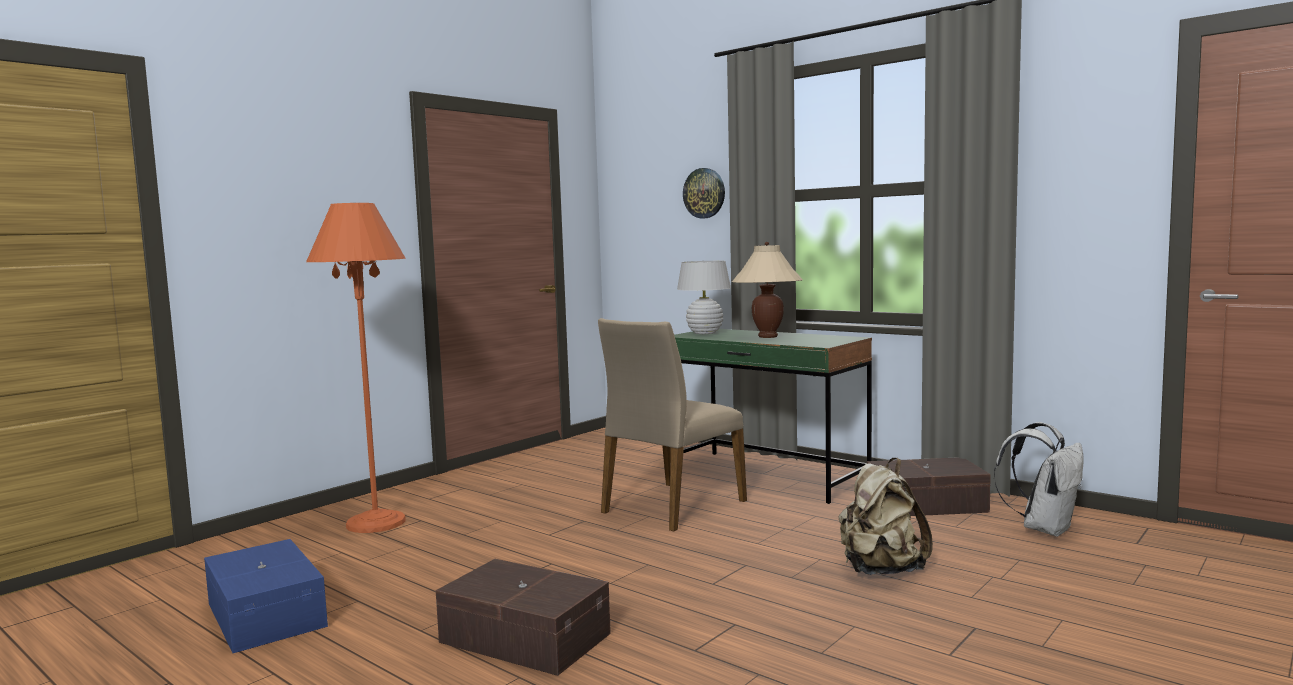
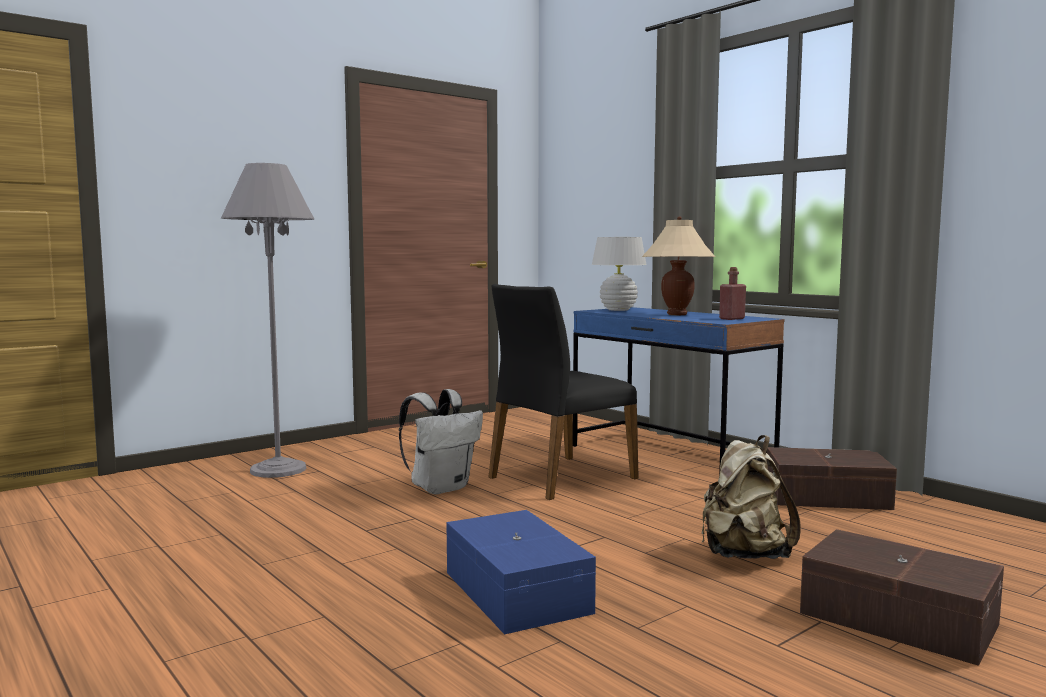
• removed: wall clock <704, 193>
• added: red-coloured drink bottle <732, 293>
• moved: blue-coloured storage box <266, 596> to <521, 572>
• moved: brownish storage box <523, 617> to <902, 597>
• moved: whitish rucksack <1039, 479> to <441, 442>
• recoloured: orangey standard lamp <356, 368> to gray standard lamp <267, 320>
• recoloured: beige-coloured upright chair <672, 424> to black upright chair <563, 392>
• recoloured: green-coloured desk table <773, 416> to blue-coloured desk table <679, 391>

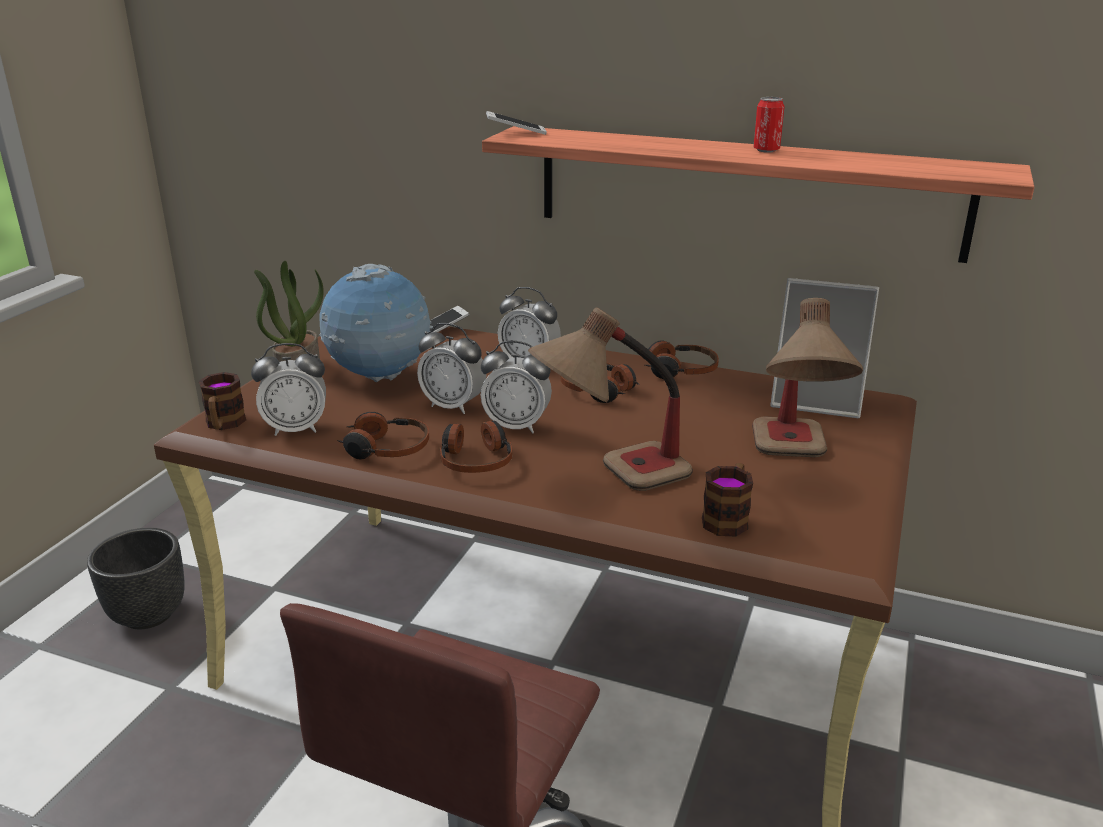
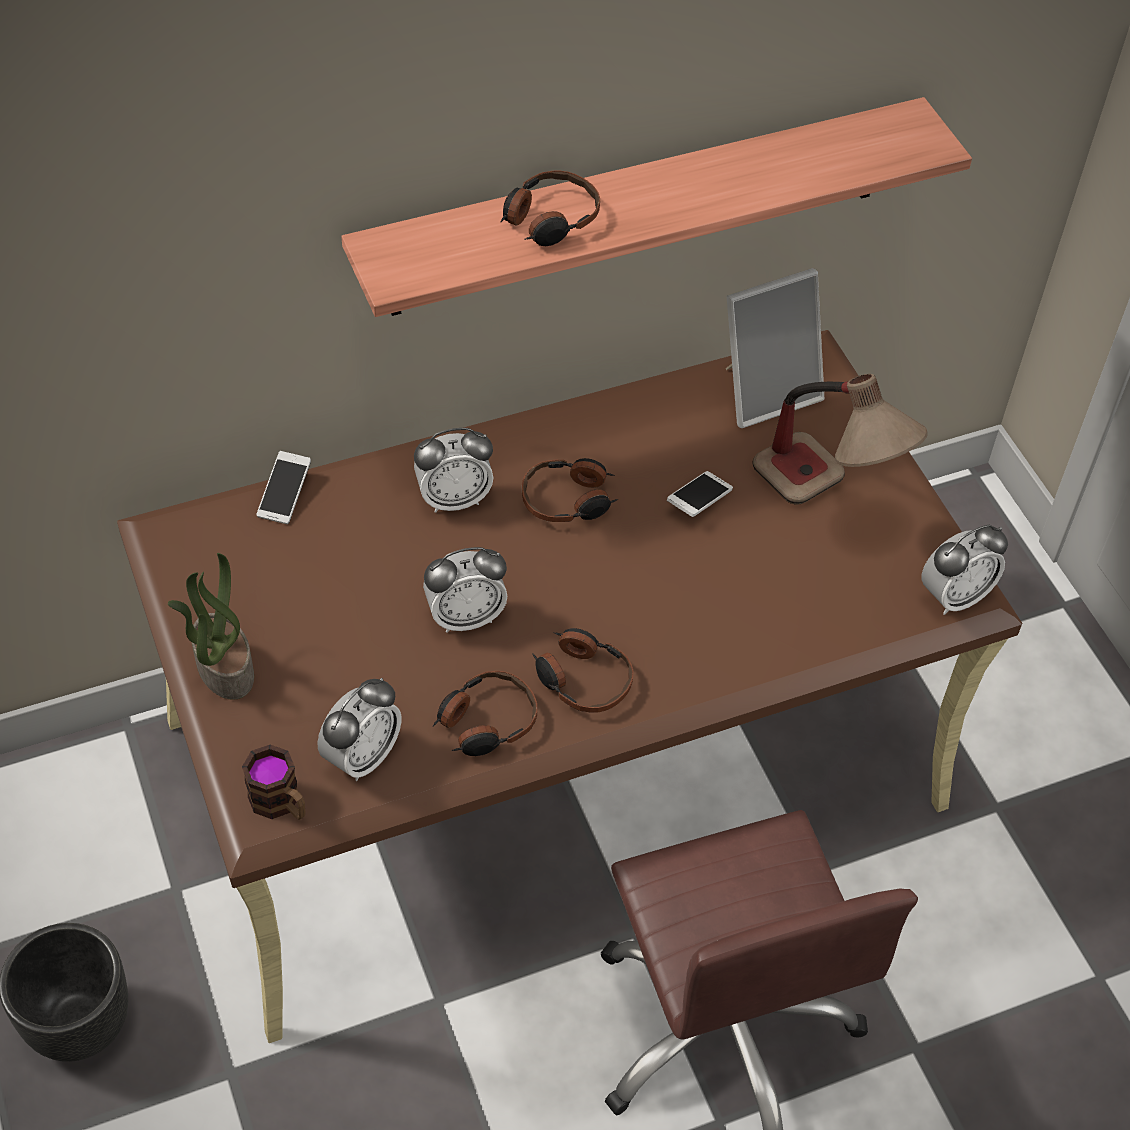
• removed: world globe <376, 323>
• removed: tabletop lamp <610, 399>
• removed: mug <727, 500>
• removed: sealed can <769, 125>
• moved: table clock <516, 387> to <964, 570>
• moved: handset <516, 123> to <700, 494>
• moved: pair of headphones <682, 360> to <550, 208>

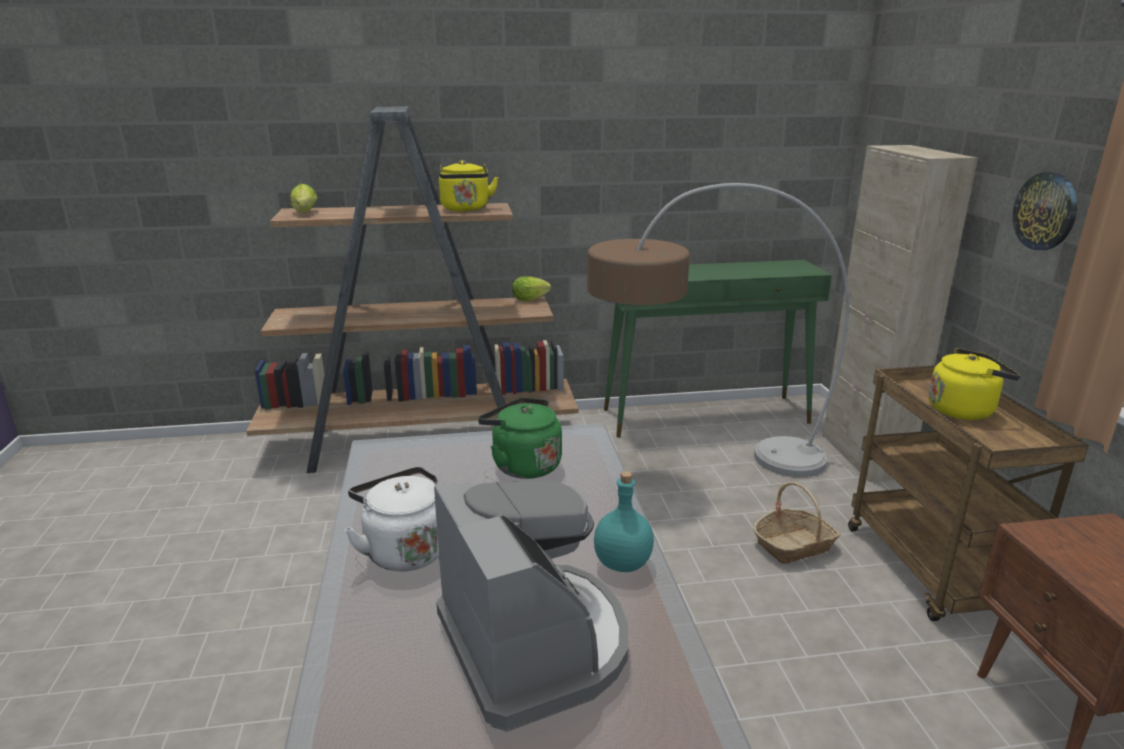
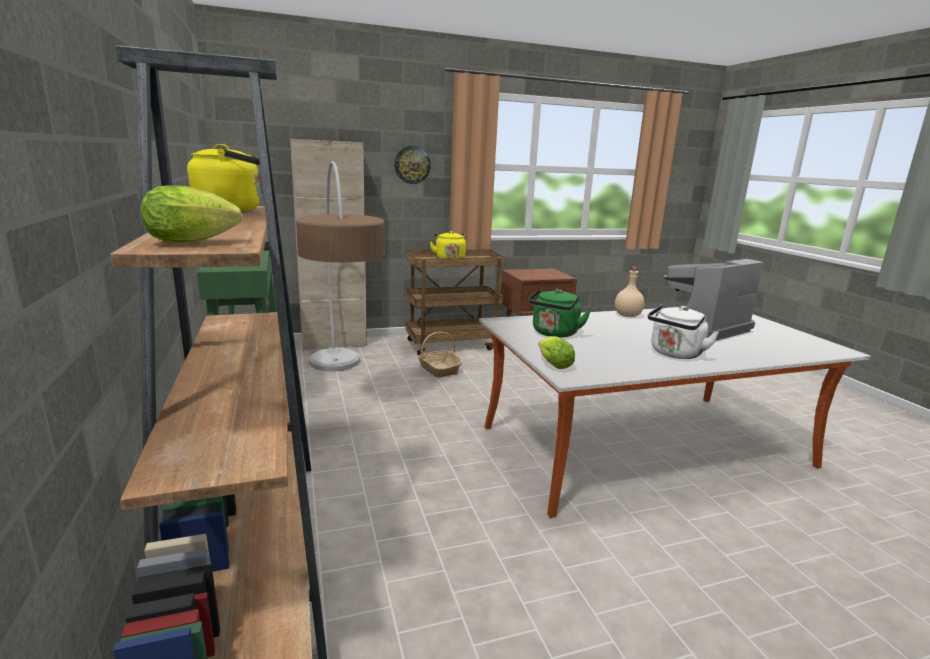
• moved: head of lettuce <531, 288> to <556, 352>
• recoloured: blue-green drink bottle <624, 521> to beige-coloured drink bottle <630, 292>

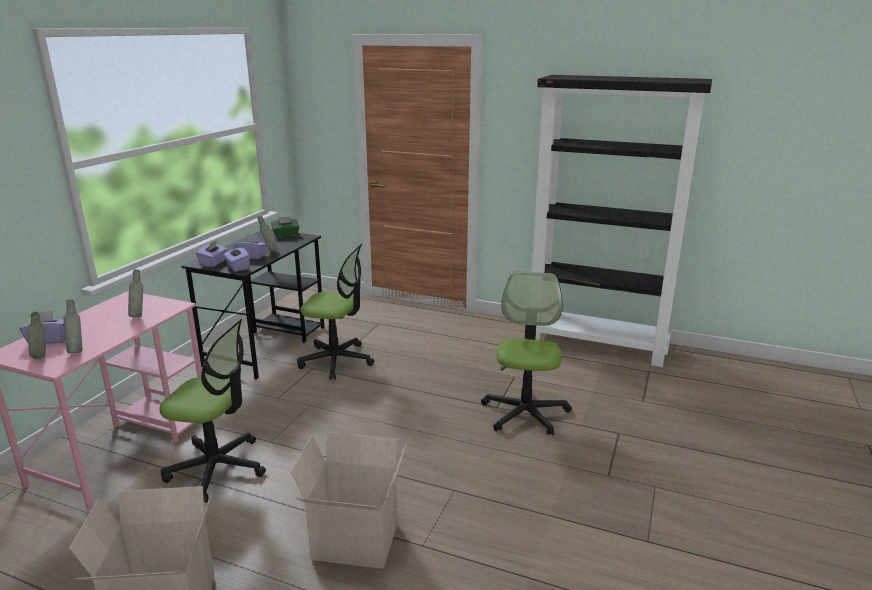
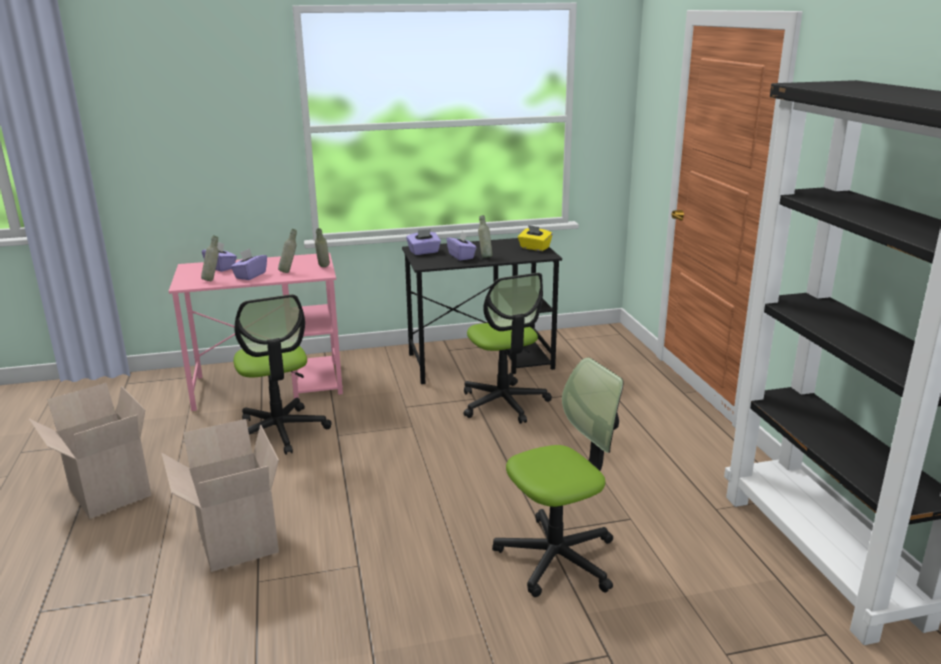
• moved: gray drink bottle <36, 335> to <322, 247>
• moved: purple tissue holder <237, 258> to <249, 264>
• recoloured: green-coloured tissue holder <285, 227> to yellow tissue holder <535, 238>

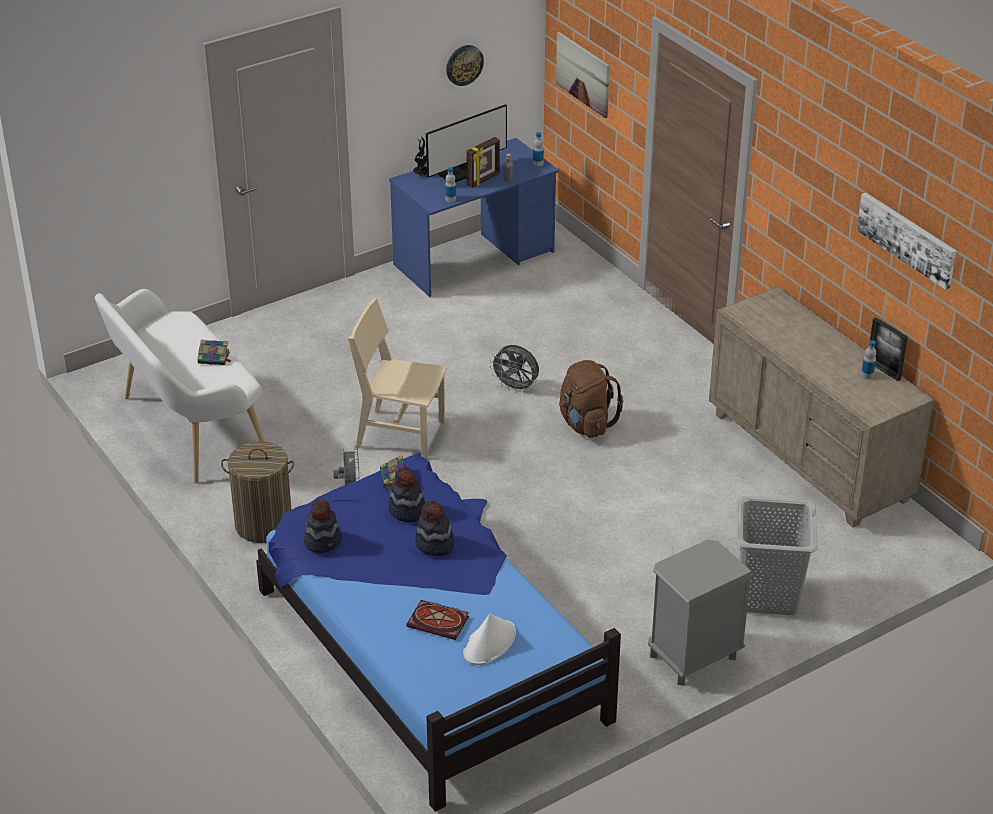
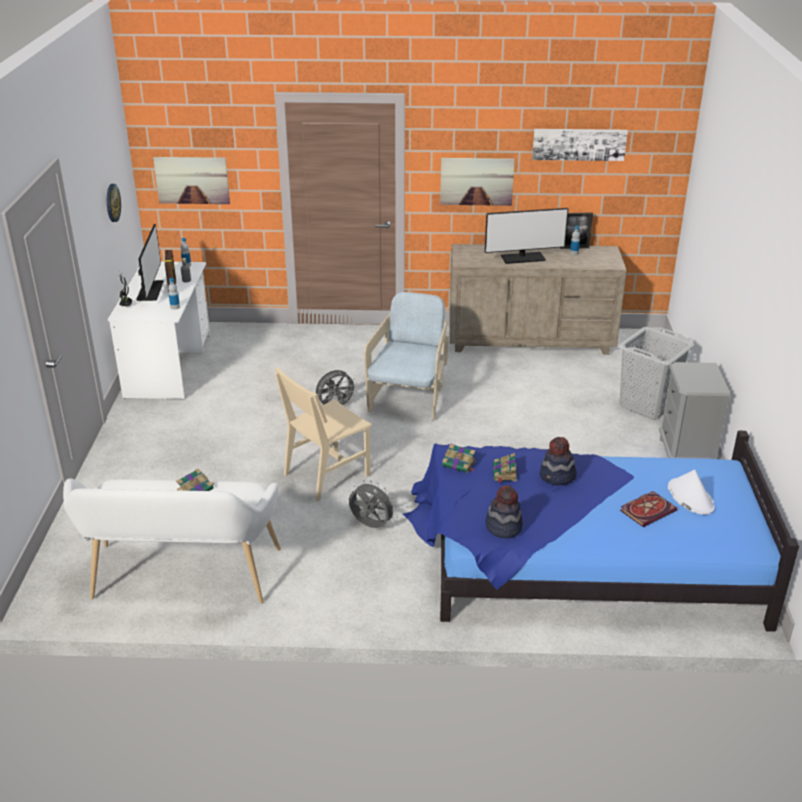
• removed: hamper <257, 492>
• added: wall picture <477, 182>
• added: computer screen <527, 236>
• replaced: wearable hat <406, 494> to volume <505, 468>
• replaced: brownish rucksack <591, 399> to beige-coloured easy chair <406, 356>
• recoloured: blue-coloured desk table <474, 217> to whitish desk table <158, 330>

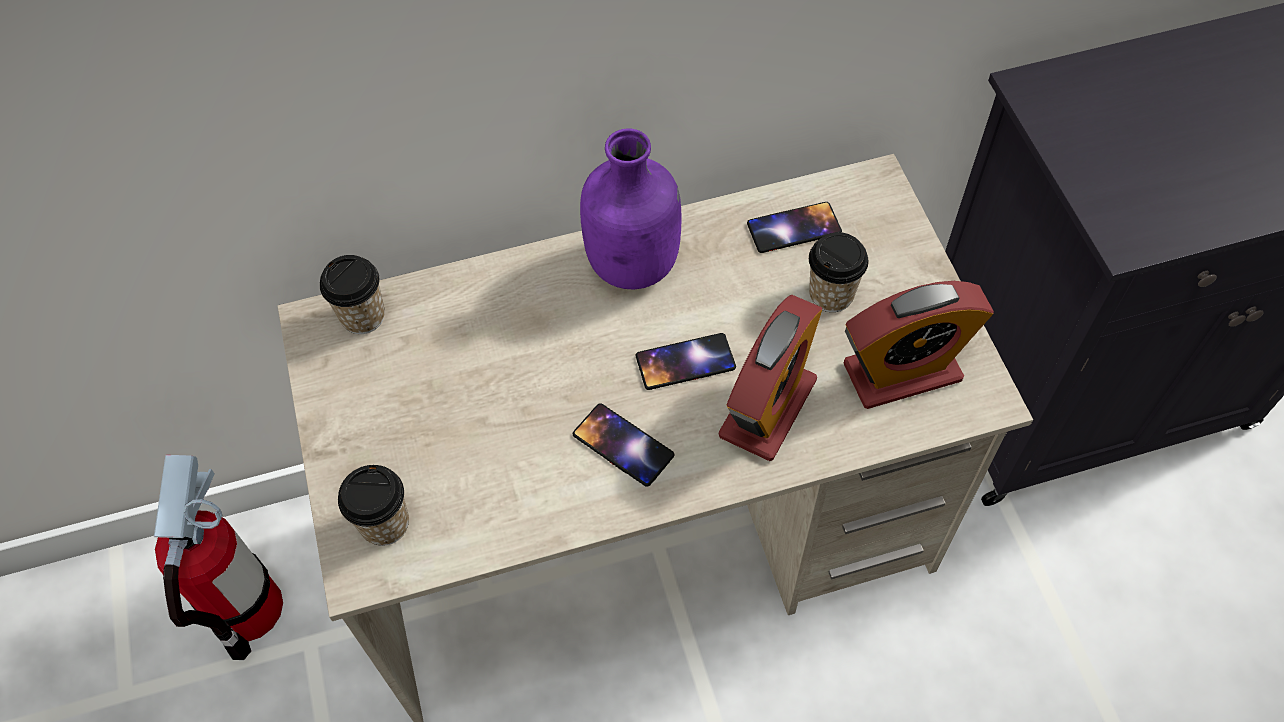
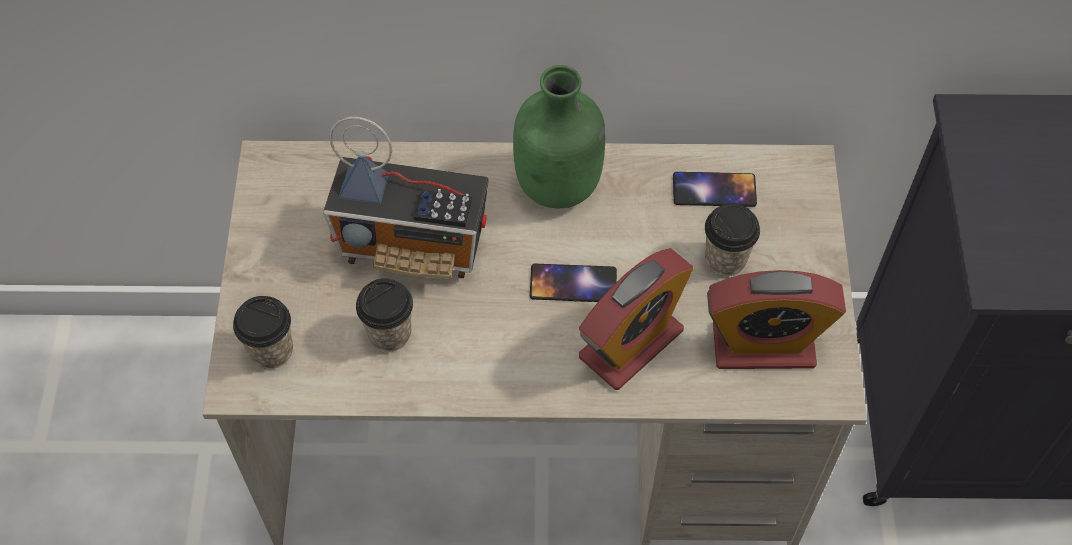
• removed: fire extinguisher <218, 557>
• removed: handset <624, 445>
• added: radio set <406, 197>
• moved: drinking cup <352, 294> to <384, 315>
• recoloured: purple drink bottle <631, 209> to green-coloured drink bottle <559, 137>

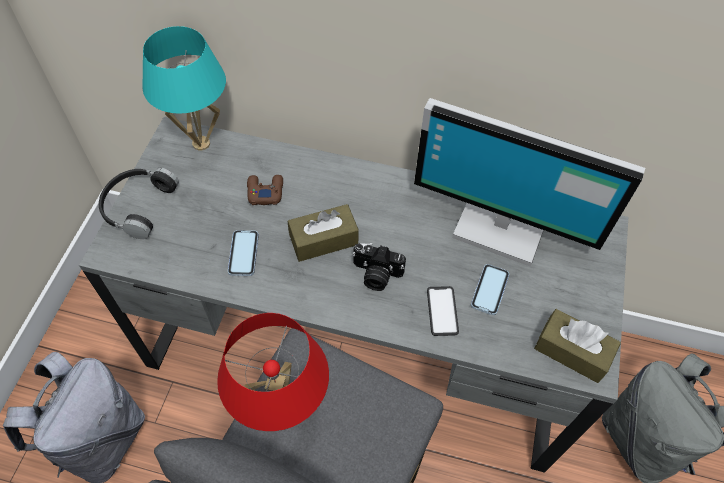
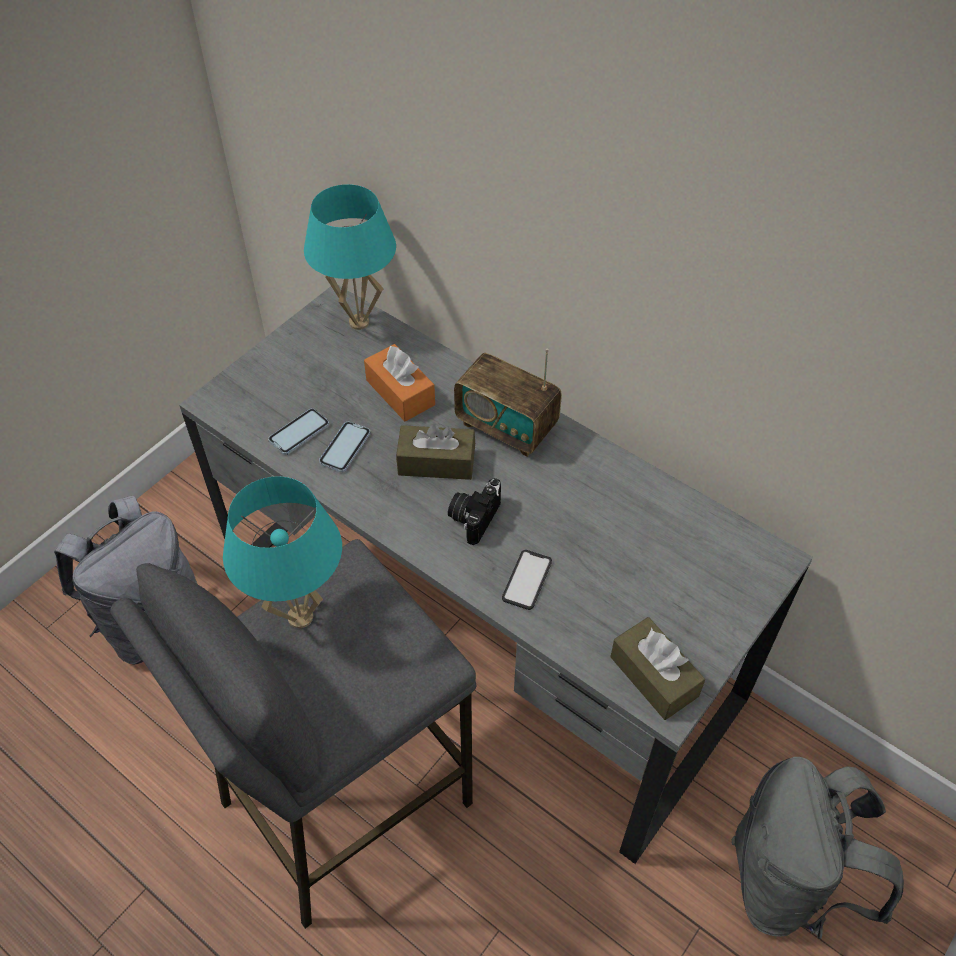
• removed: black pair of headphones <139, 203>
• removed: computer screen <529, 182>
• added: radio set <508, 402>
• moved: handset <490, 289> to <298, 431>
• replaced: brownish gamepad <265, 190> to orangey tissue holder <399, 383>
• recoloured: red-coloured tabletop lamp <273, 372> to blue-green tabletop lamp <282, 552>
• turned: still camera <379, 267> = <474, 511> 75 degrees clockwise

